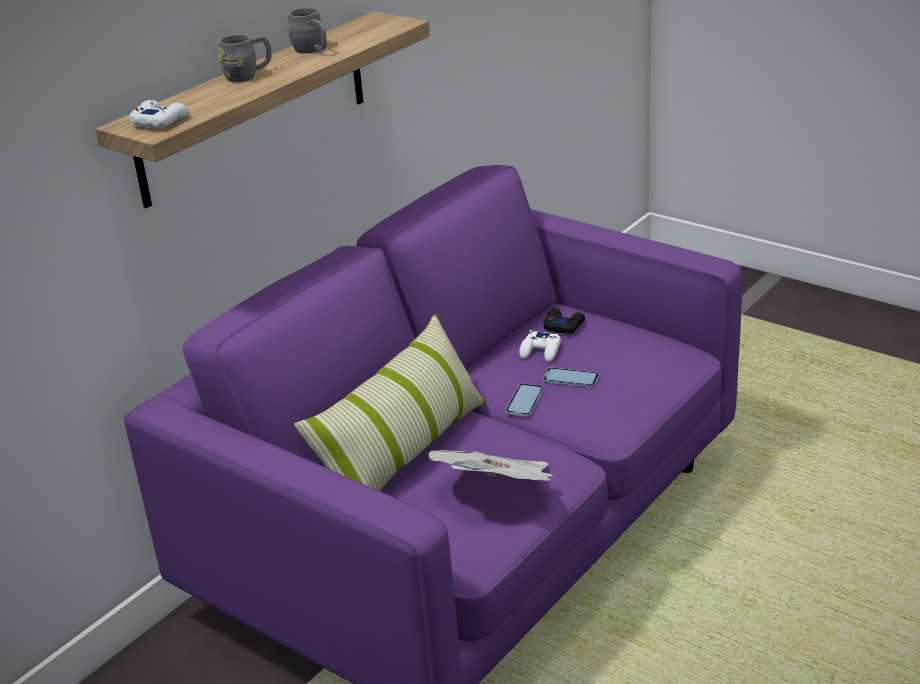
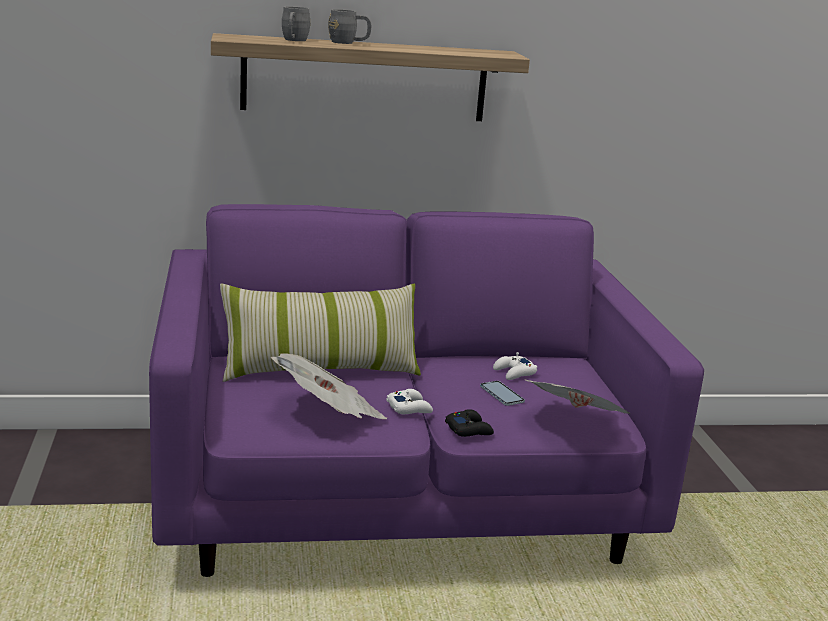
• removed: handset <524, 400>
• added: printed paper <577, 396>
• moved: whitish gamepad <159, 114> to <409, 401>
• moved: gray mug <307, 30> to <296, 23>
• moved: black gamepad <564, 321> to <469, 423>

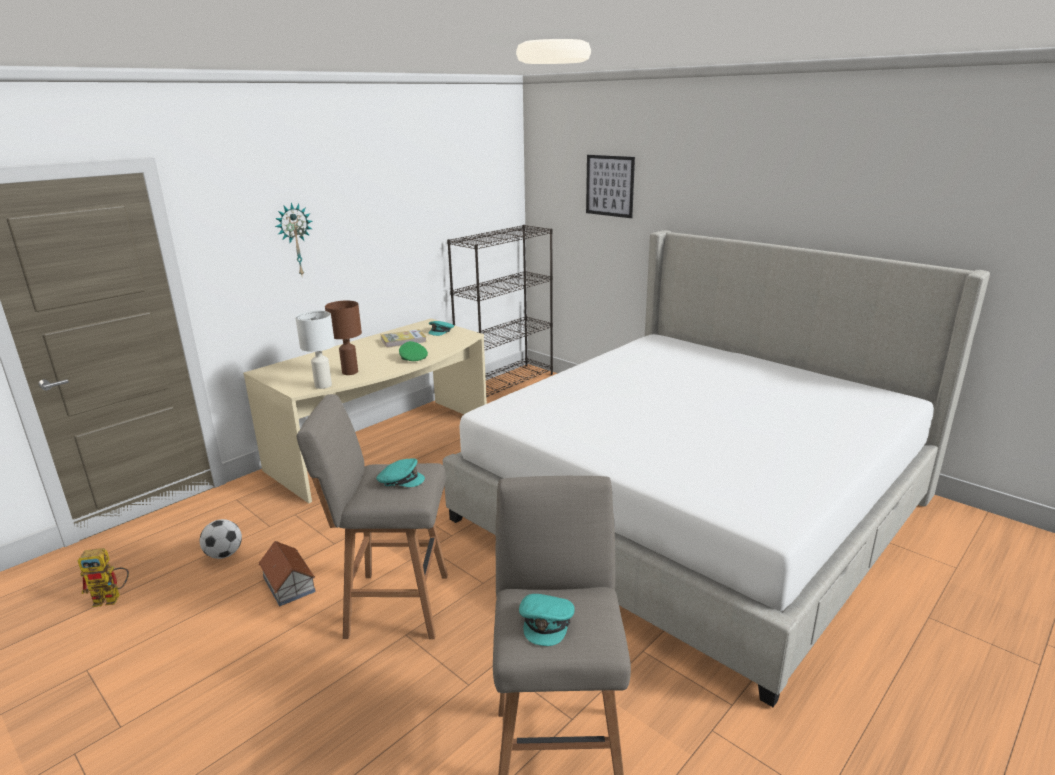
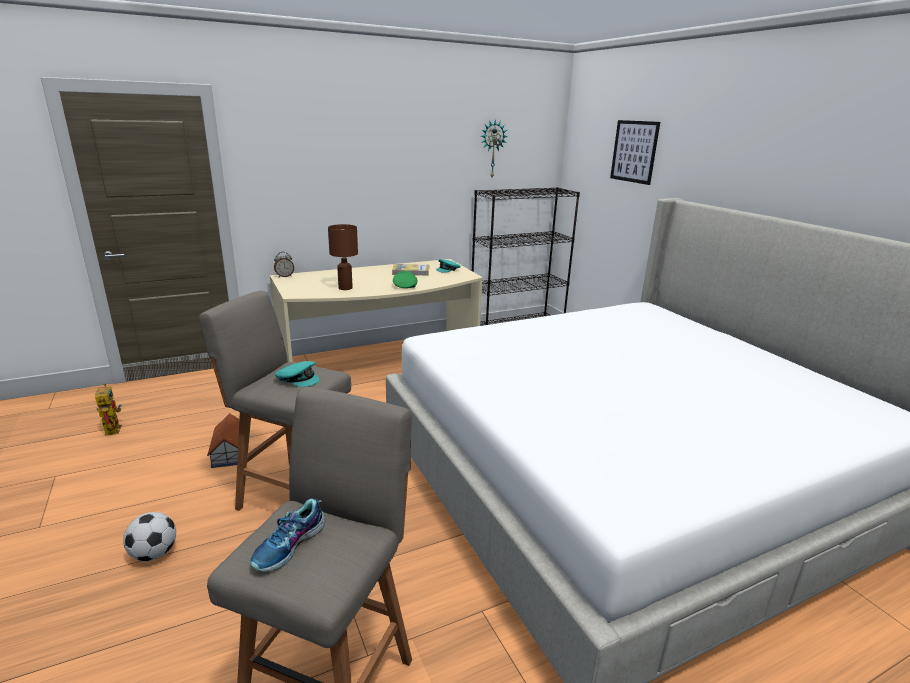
• removed: whitish tabletop lamp <315, 350>
• added: table clock <284, 264>
• moved: ball for football <221, 539> to <149, 536>
• moved: wall clock <294, 238> to <494, 148>
• replaced: blue-green peaked cap <547, 620> to item of footwear <287, 535>
• turned: model robot <103, 577> = <108, 409> 120 degrees counterclockwise

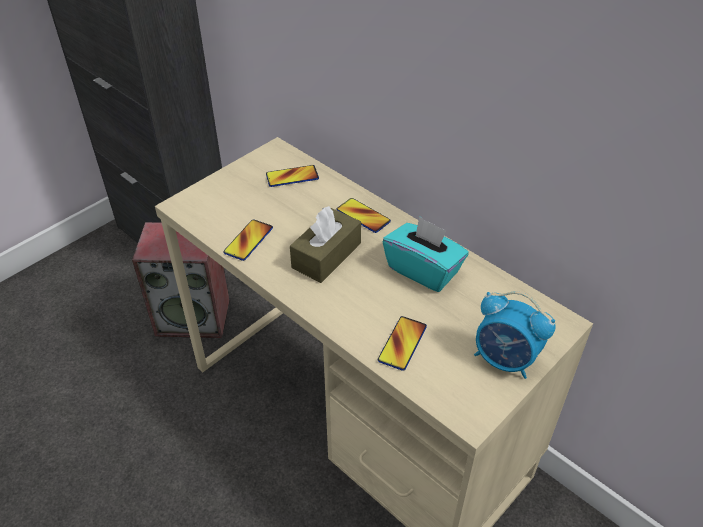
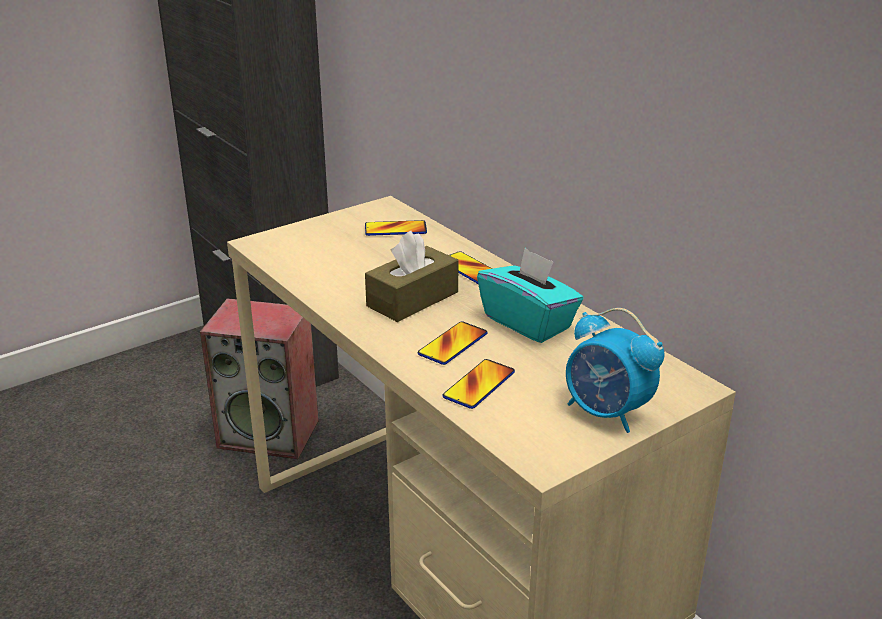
• moved: handset <248, 240> to <453, 343>

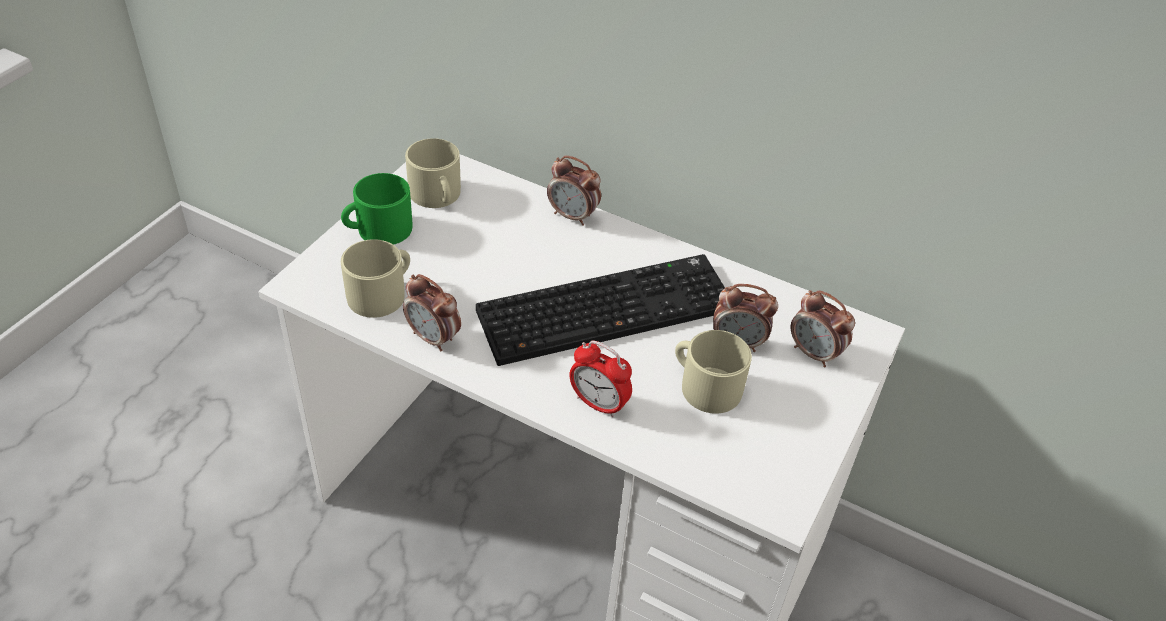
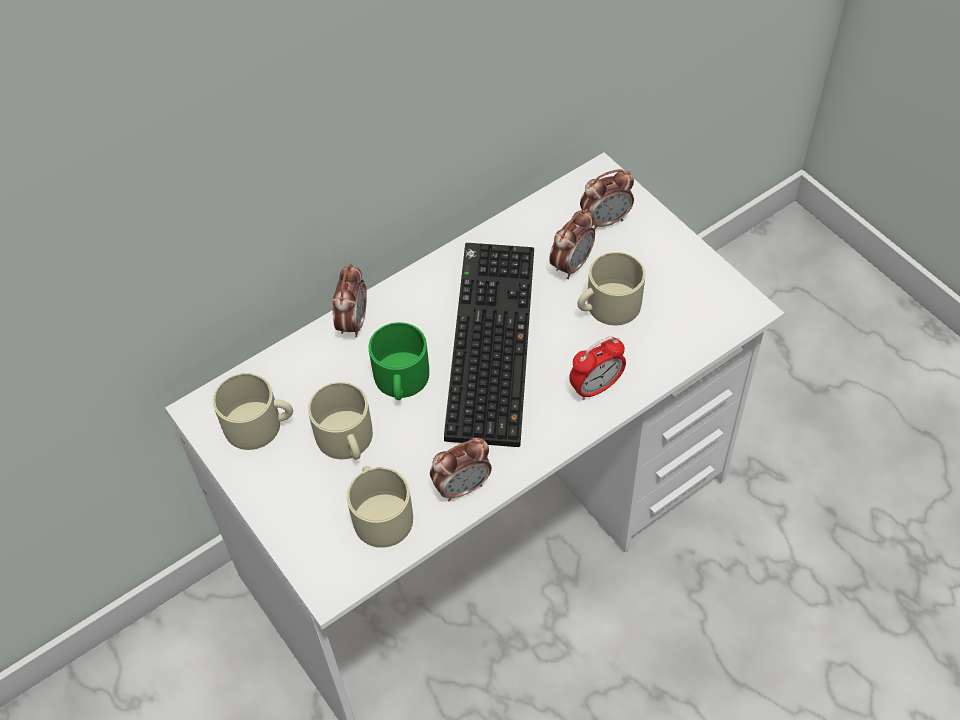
• added: beige-coloured mug <340, 421>
• moved: green-coloured mug <376, 209> to <398, 361>
• turned: table clock <574, 191> = <350, 300> 45 degrees counterclockwise

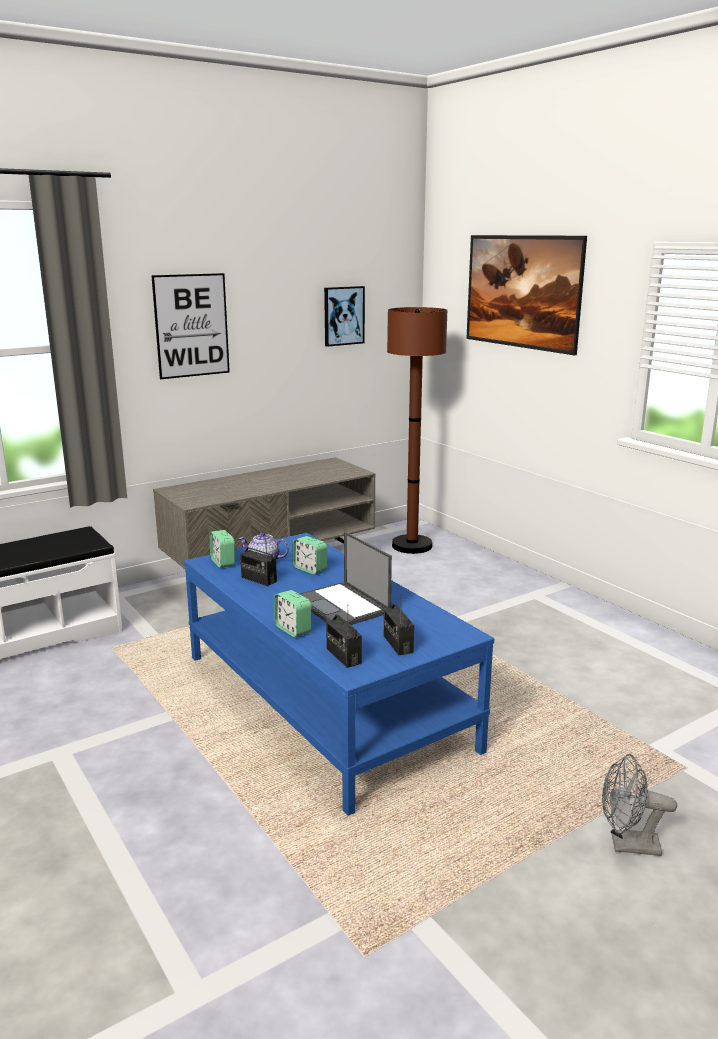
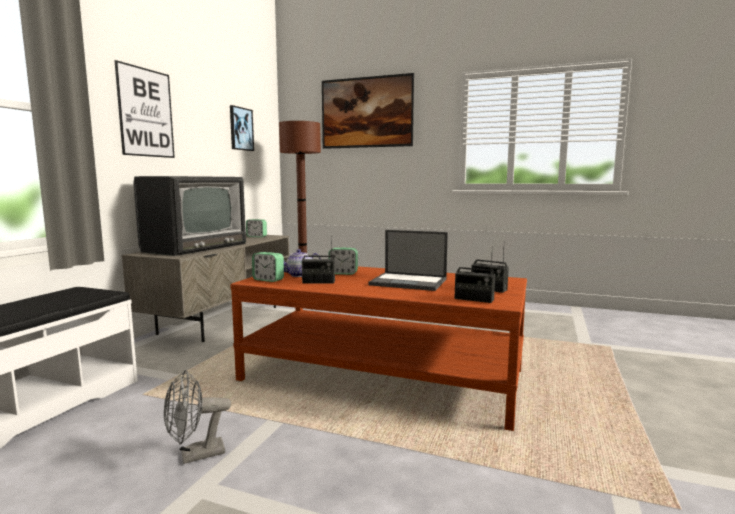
• added: TV <189, 216>
• moved: table clock <293, 613> to <256, 228>
• moved: gray electric fan <639, 805> to <197, 417>
• recoloured: blue-coloured coffee table <339, 674> to brownish coffee table <378, 348>

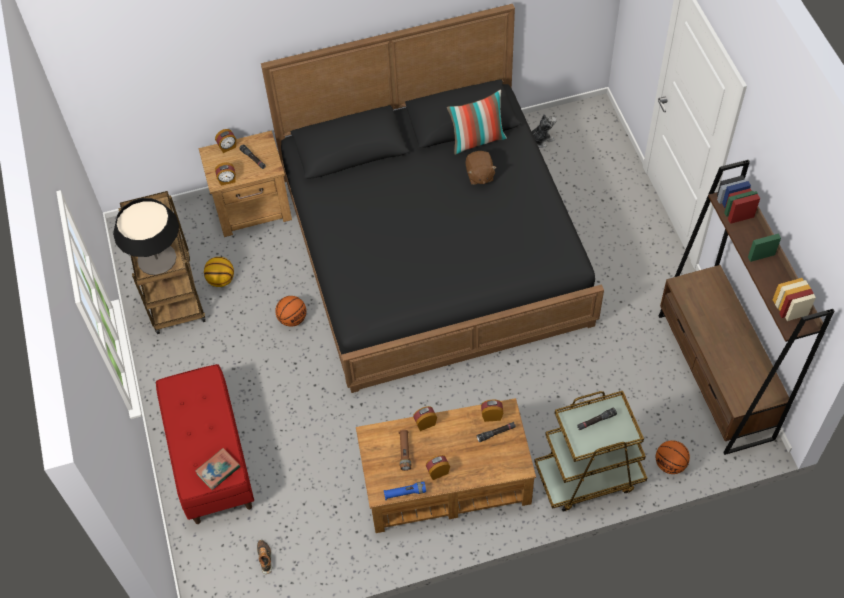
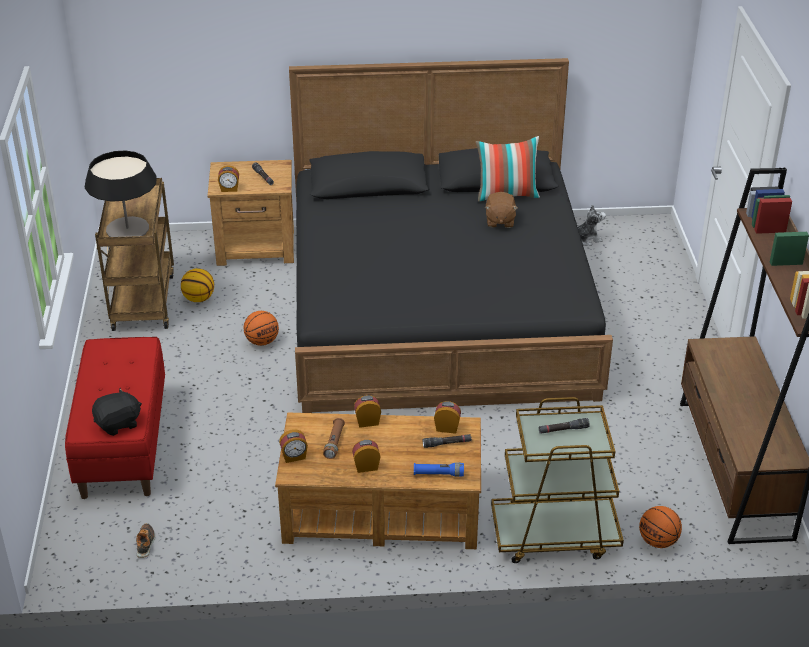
• moved: table clock <225, 141> to <293, 446>
• moved: blue-coloured hand torch <405, 490> to <439, 469>
• replaced: volume <217, 469> to black cuddly toy <117, 412>

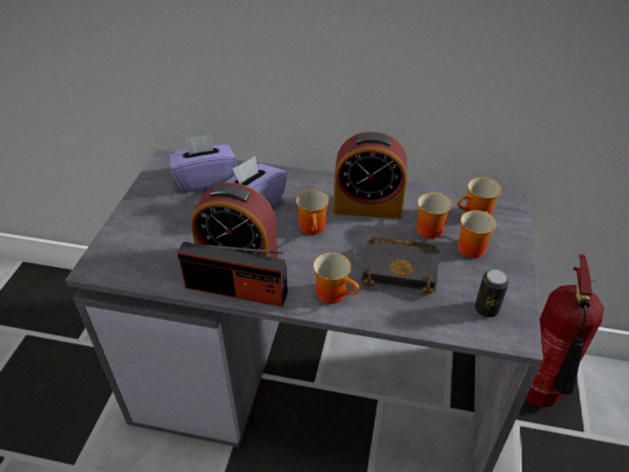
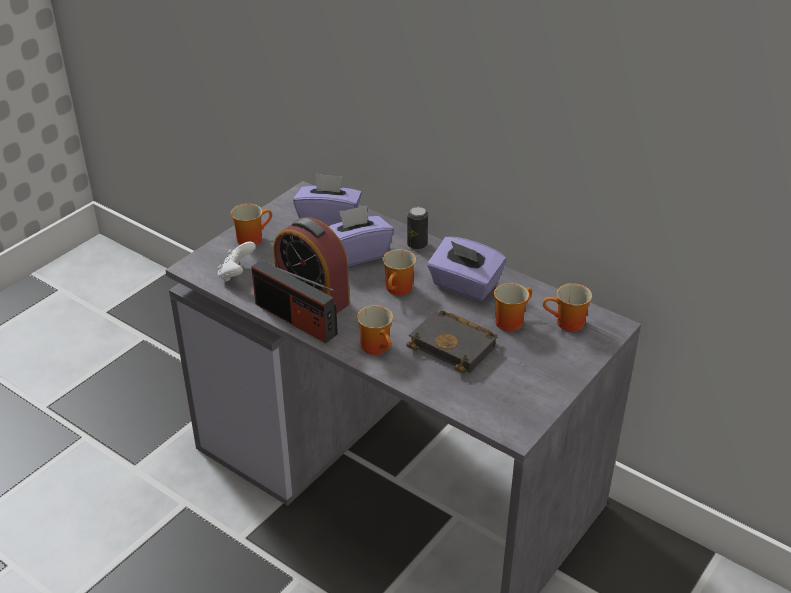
• removed: fire extinguisher <564, 330>
• added: whitish gamepad <237, 261>
• moved: mug <477, 234> to <251, 224>
• moved: sealed can <492, 293> to <417, 228>
• replaced: table clock <370, 175> to purple tissue holder <466, 269>

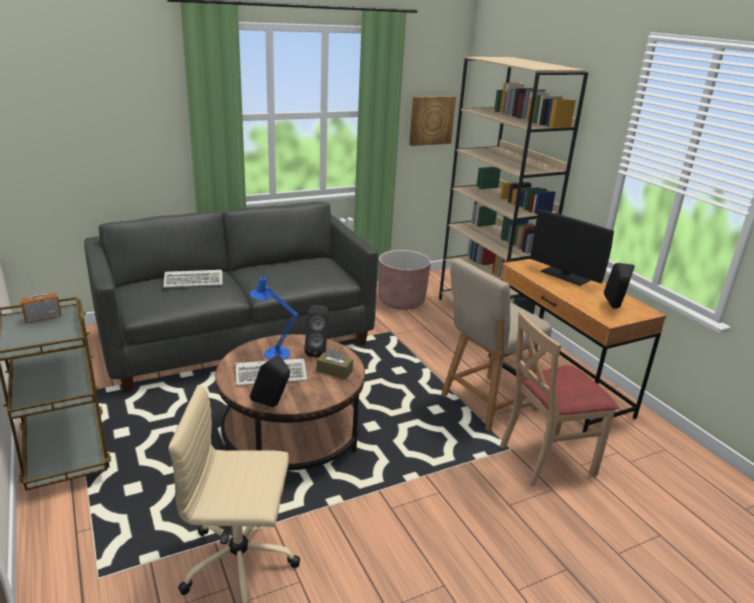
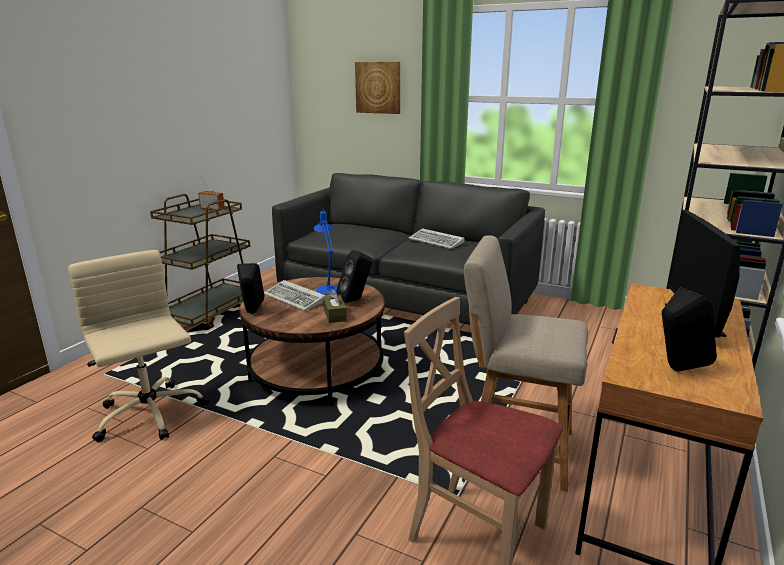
• removed: brownish plant pot <405, 280>
• moved: keyboard <193, 279> to <437, 238>
• moved: wall picture <432, 121> to <377, 88>

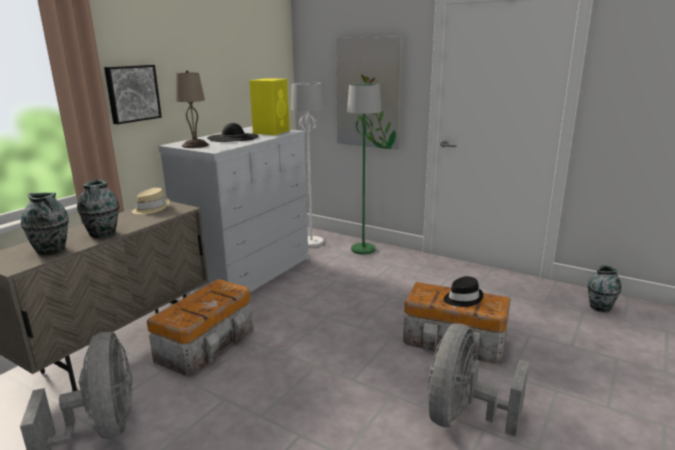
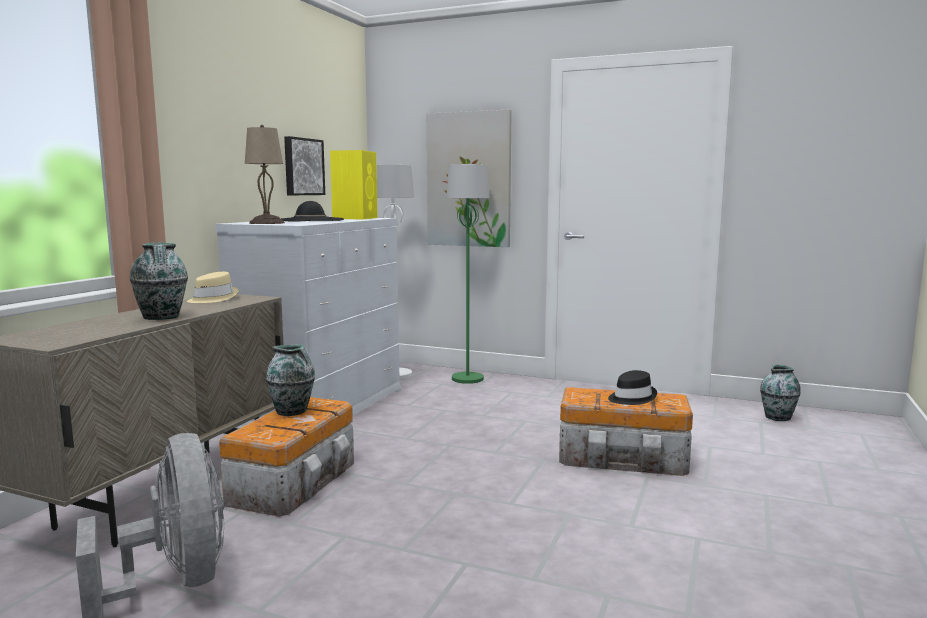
• removed: gray electric fan <478, 379>
• moved: decorative vase <45, 223> to <290, 380>
• moved: wall picture <133, 94> to <304, 165>

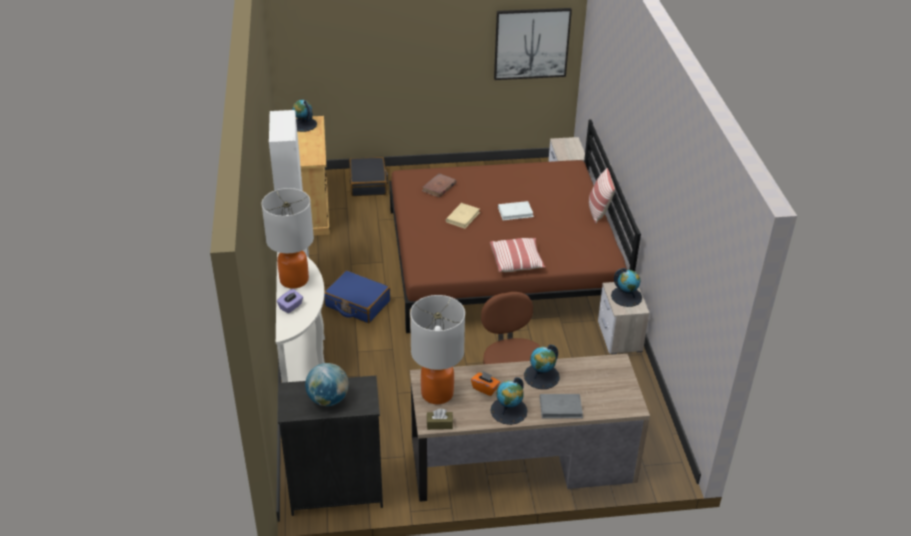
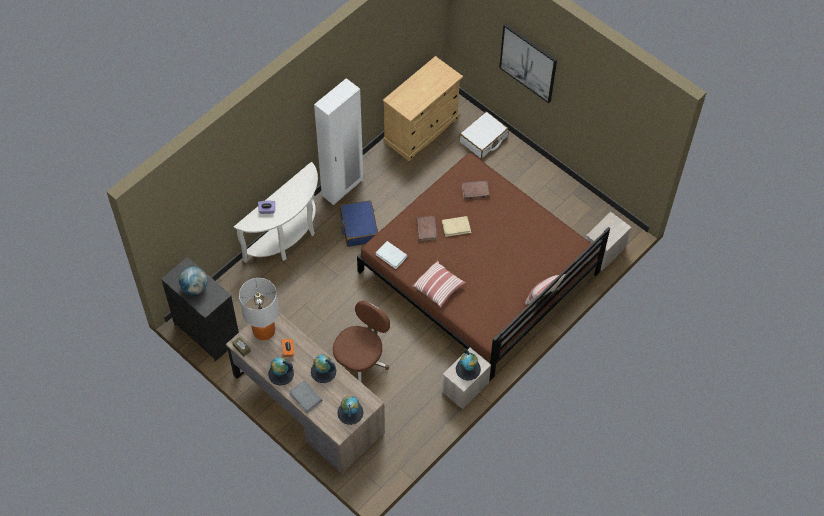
• removed: tabletop lamp <288, 238>
• added: brownish volume <426, 228>
• moved: world globe <304, 116> to <350, 410>
• moved: wall picture <533, 44> to <528, 63>
• moved: whitish volume <516, 210> to <392, 255>
• recoloured: black piece of luggage <368, 176> to whitish piece of luggage <484, 135>

